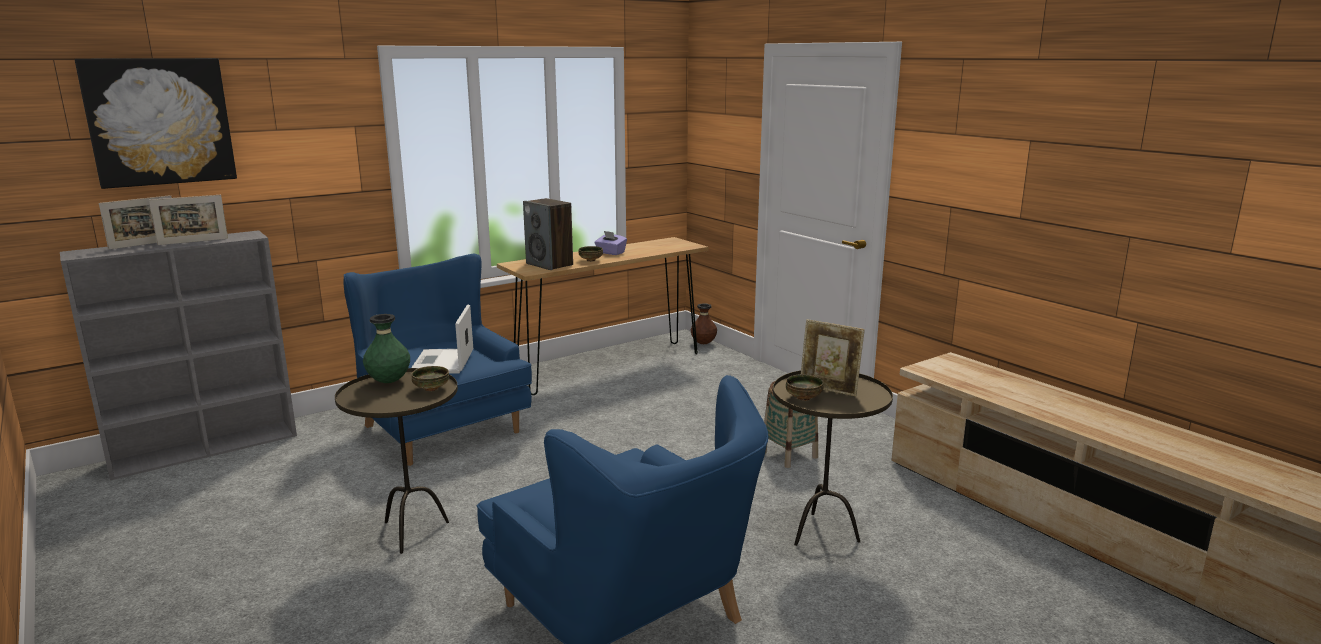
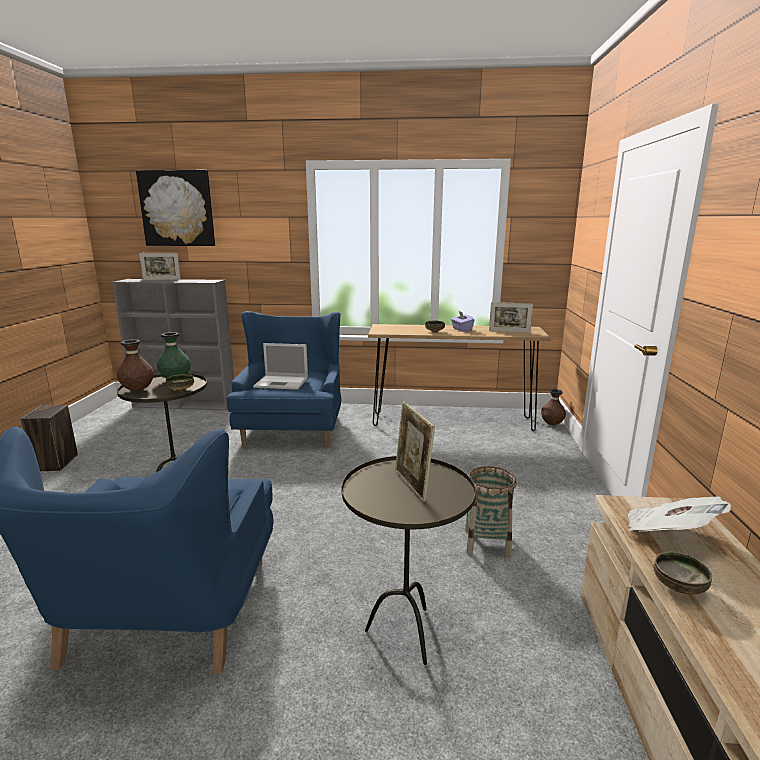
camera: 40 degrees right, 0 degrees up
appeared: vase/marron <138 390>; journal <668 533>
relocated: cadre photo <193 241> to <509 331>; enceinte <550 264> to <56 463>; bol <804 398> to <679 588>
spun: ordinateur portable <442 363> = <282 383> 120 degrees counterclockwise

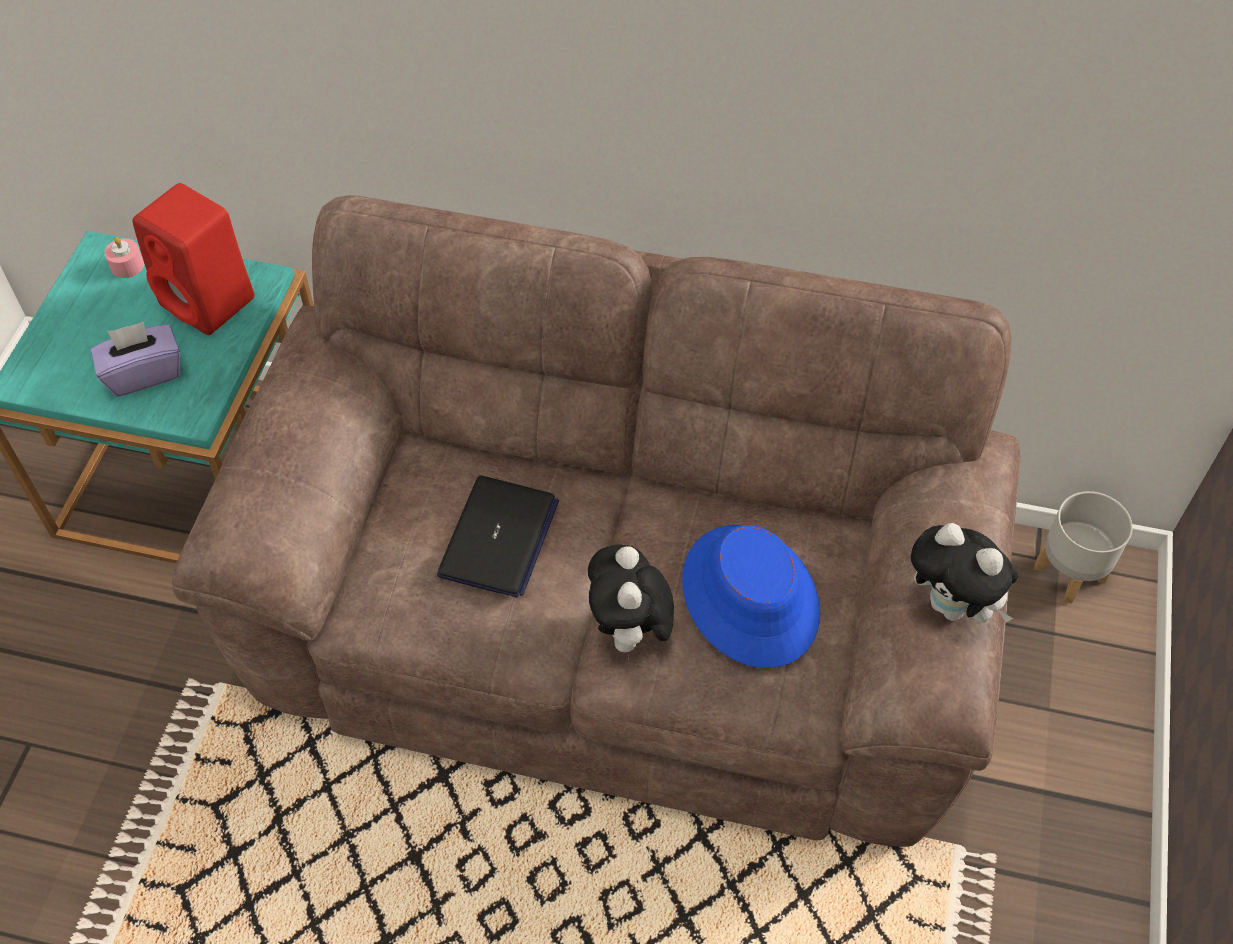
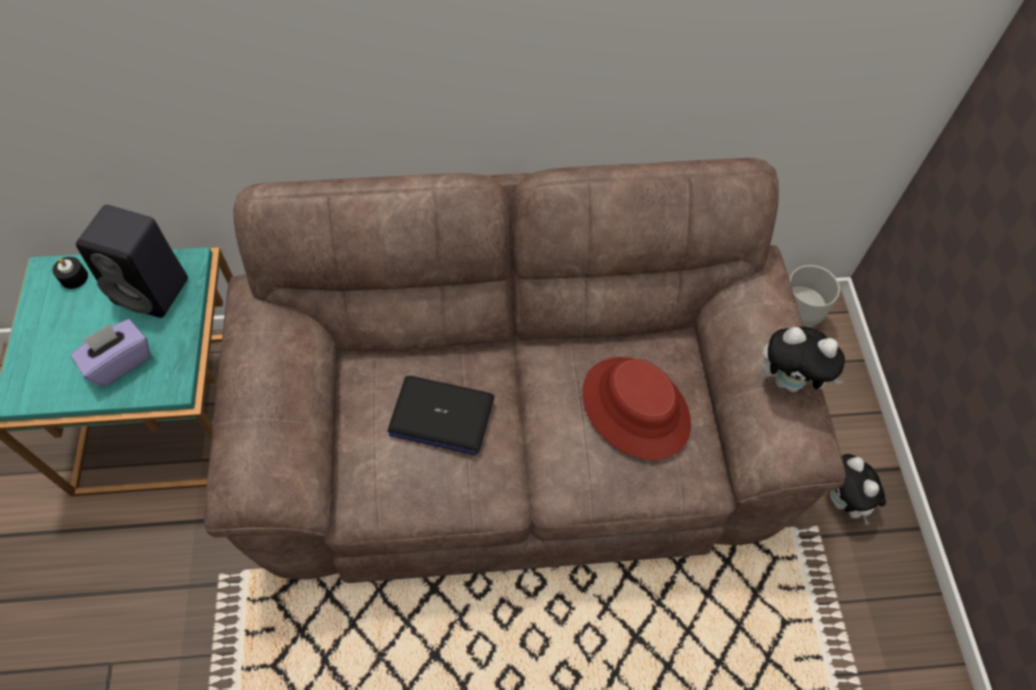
camera: 20 degrees left, 5 degrees up
relocated: peluche <630 632> to <842 501>
colour: bougie/rose <127 265> to bougie/noir <74 277>; enceinte/rouge <210 302> to enceinte/noir <154 291>; chapeau/bleu <751 596> to chapeau/rouge <636 408>
spun: ordinateur portable <498 538> = <441 415> 105 degrees clockwise

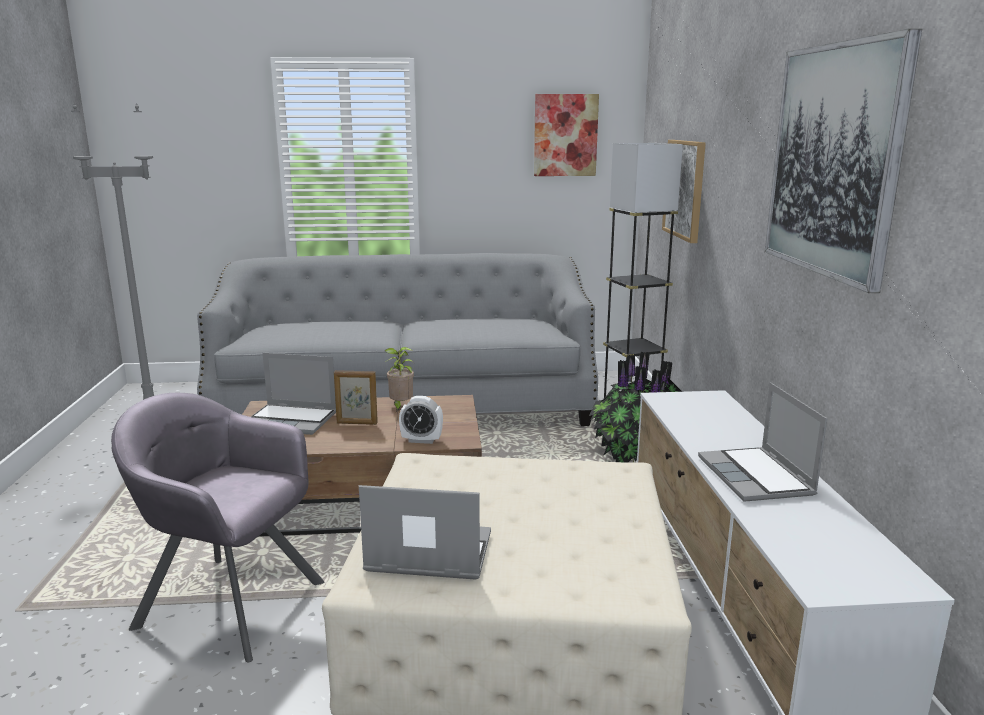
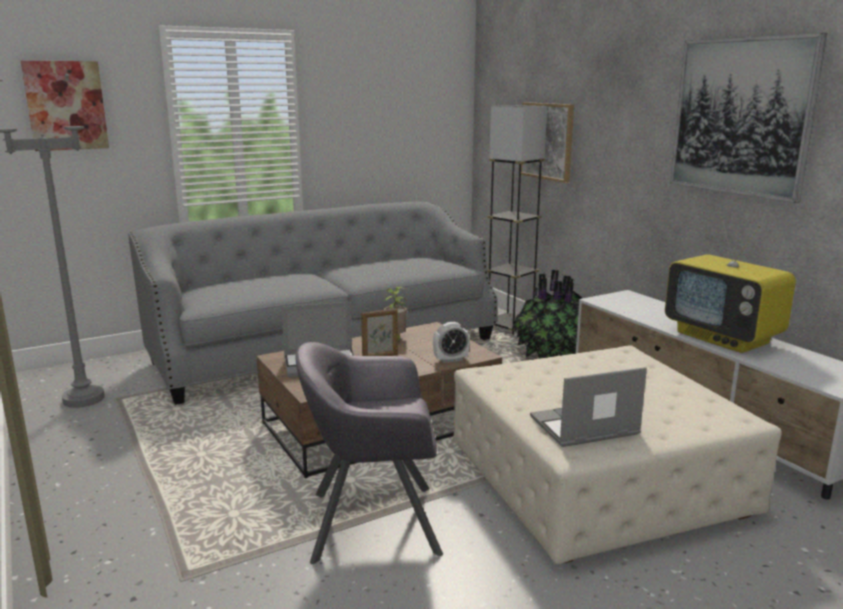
camera: 25 degrees left, 0 degrees up
relocated: tableau <565 135> to <66 105>
exchanged: ordinateur portable <757 477> to téléviseur <723 338>

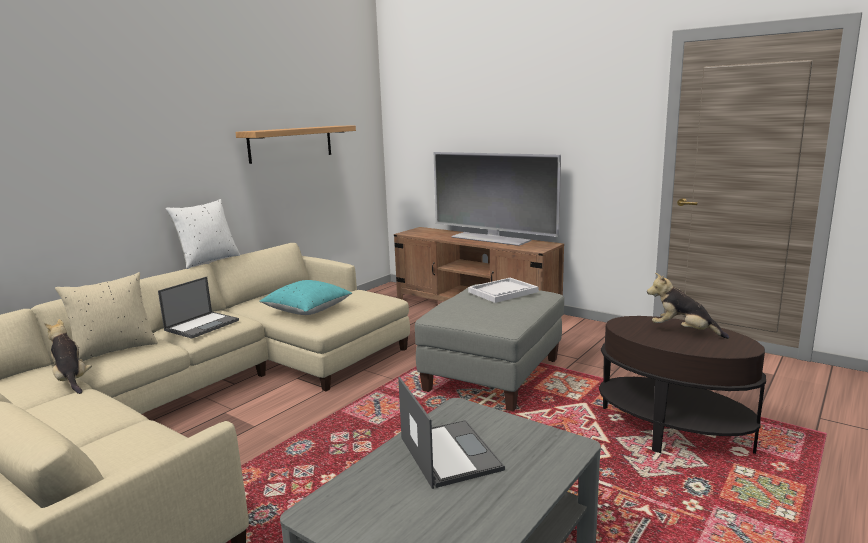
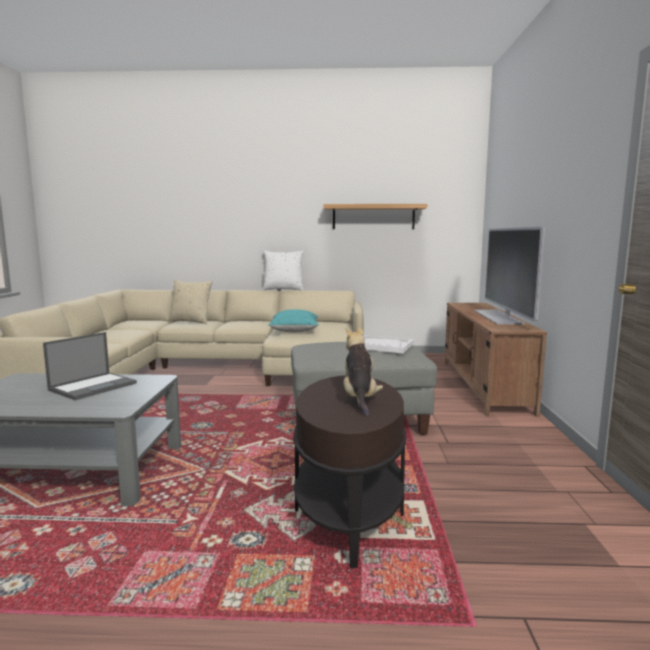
camera: 55 degrees right, 5 degrees down
missing: peluche <71 380>; ordinateur portable <202 325>

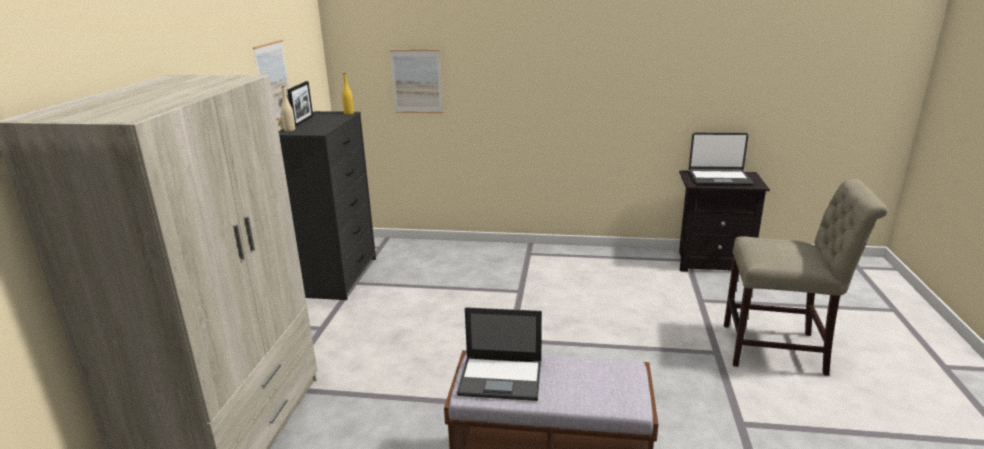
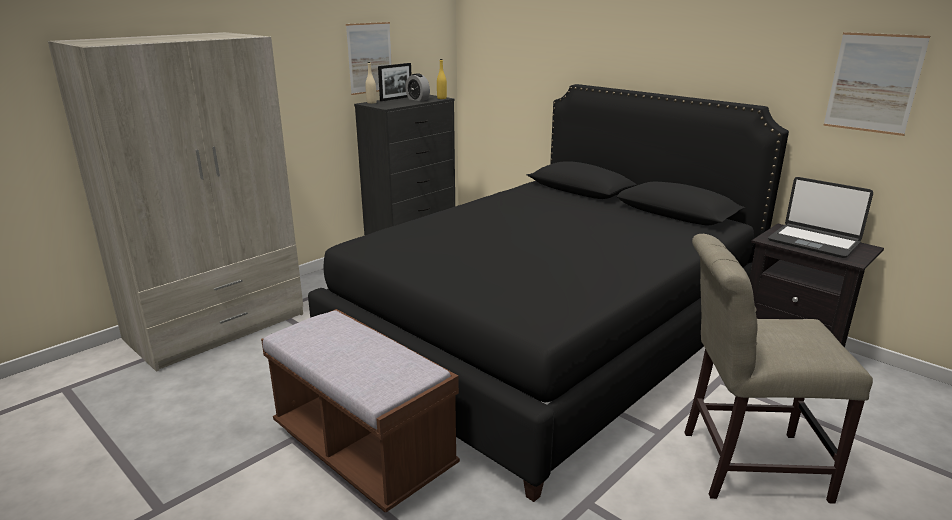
camera: 35 degrees right, 0 degrees up
missing: ordinateur portable <502 378>
appeared: lit/noir <546 341>; réveil <418 99>
relocated: tableau <417 81> to <873 83>
spun: chaise/beige <780 350> = <744 463> 135 degrees clockwise

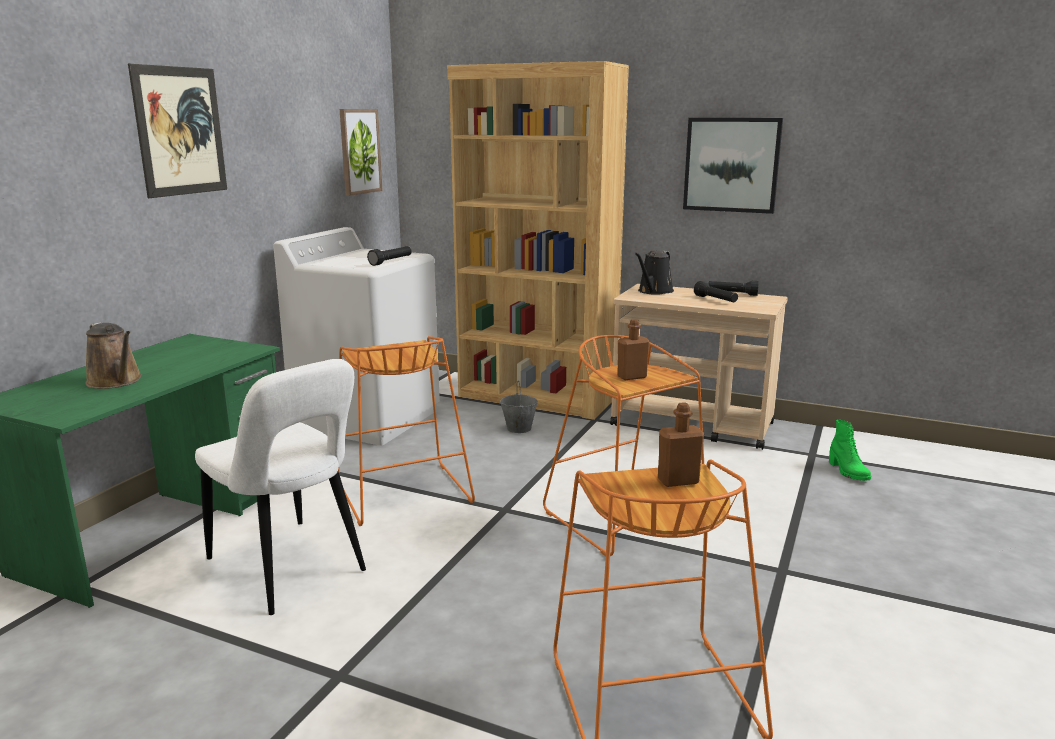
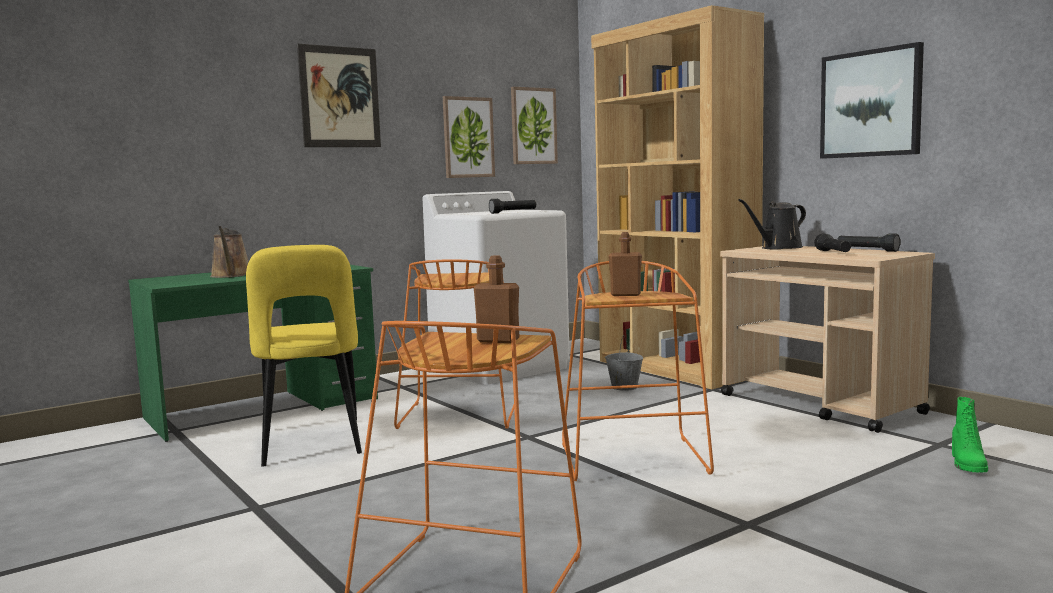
camera: 30 degrees right, 10 degrees down
appeared: tableau <468 137>
colour: chaise/blanc <290 568> to chaise/jaune <312 444>

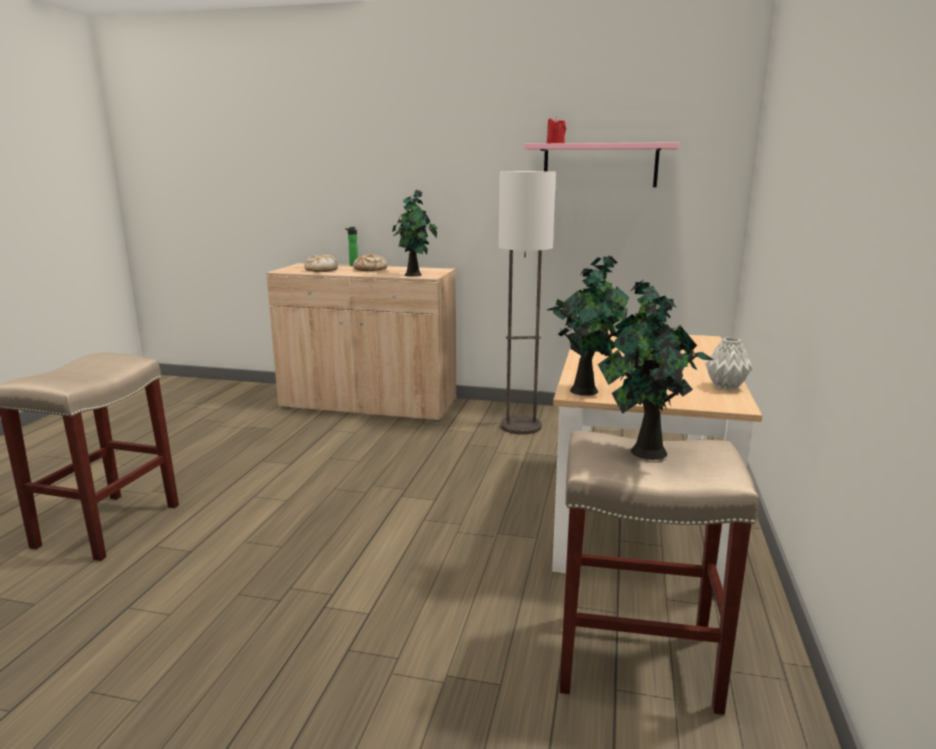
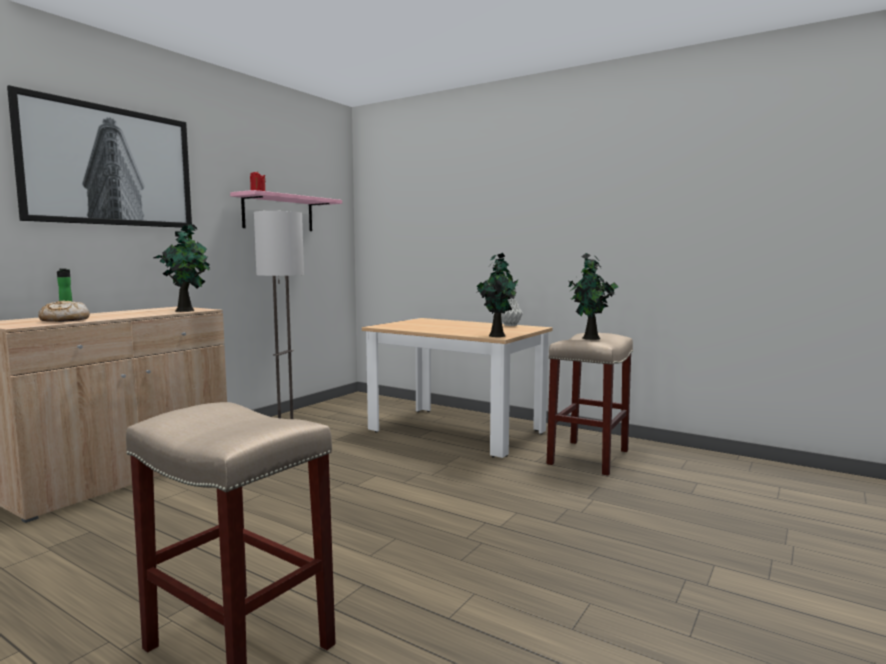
camera: 70 degrees left, 10 degrees down
missing: pain <370 269>
appeared: tableau <110 166>

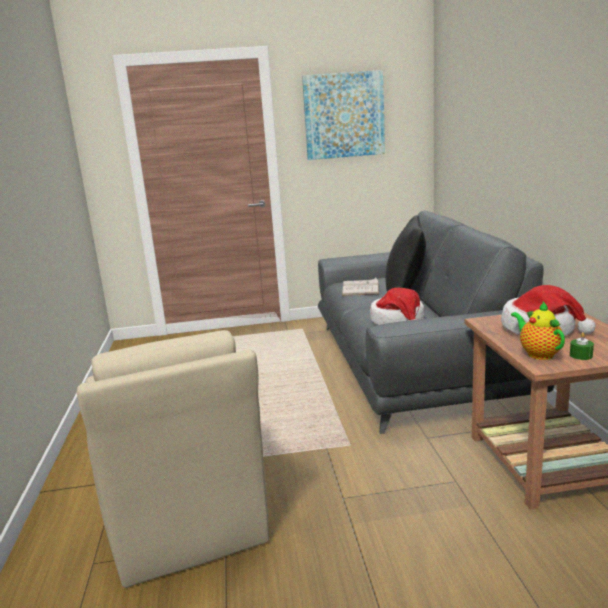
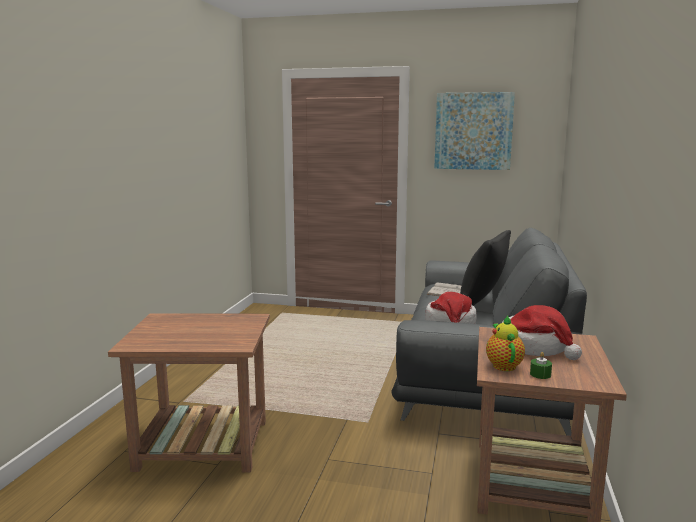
camera: 20 degrees right, 5 degrees down
exchanged: fauteuil/beige <186 525> to table d'appoint/marron <201 444>

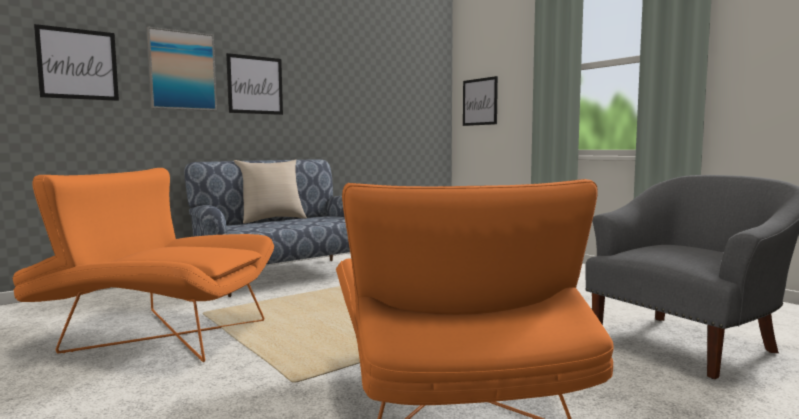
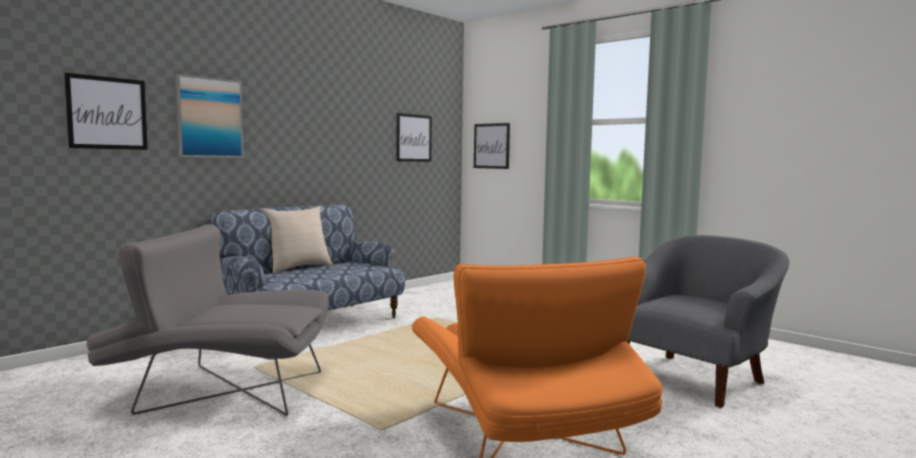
camera: 10 degrees left, 0 degrees up
relocated: tableau <255 85> to <414 138>
colour: fauteuil/orange <157 333> to fauteuil/gris <221 390>

